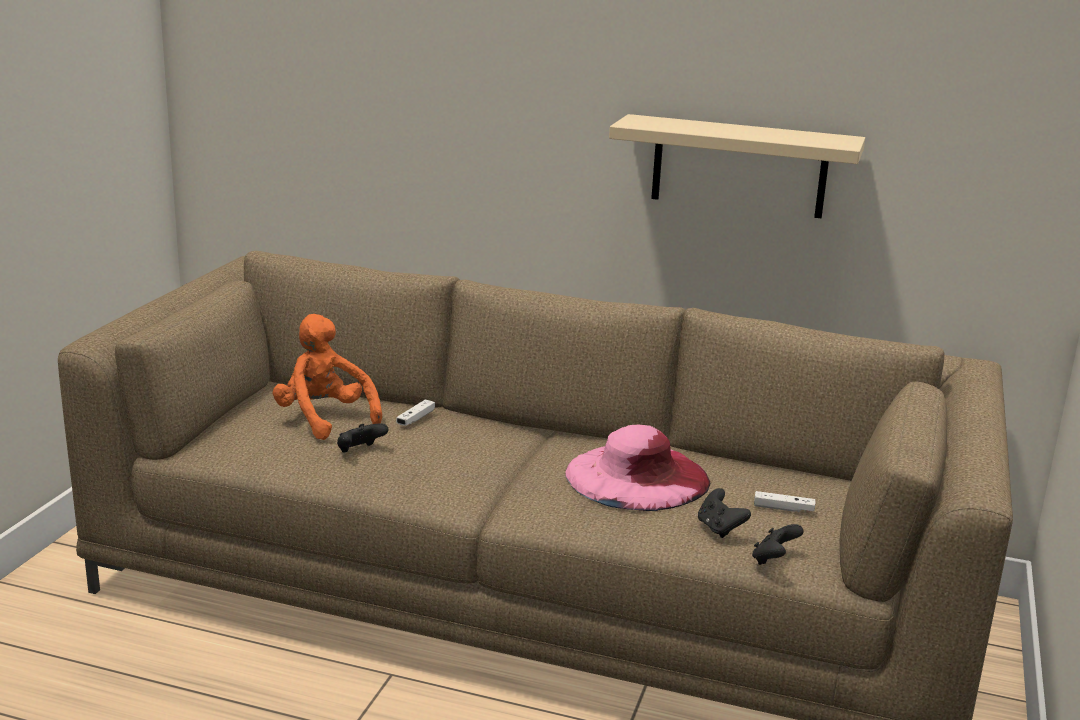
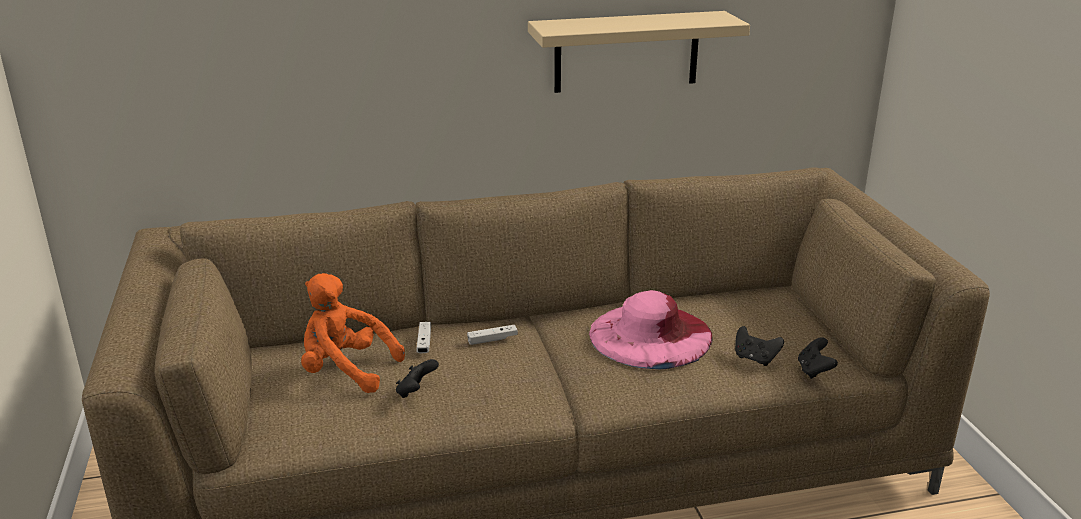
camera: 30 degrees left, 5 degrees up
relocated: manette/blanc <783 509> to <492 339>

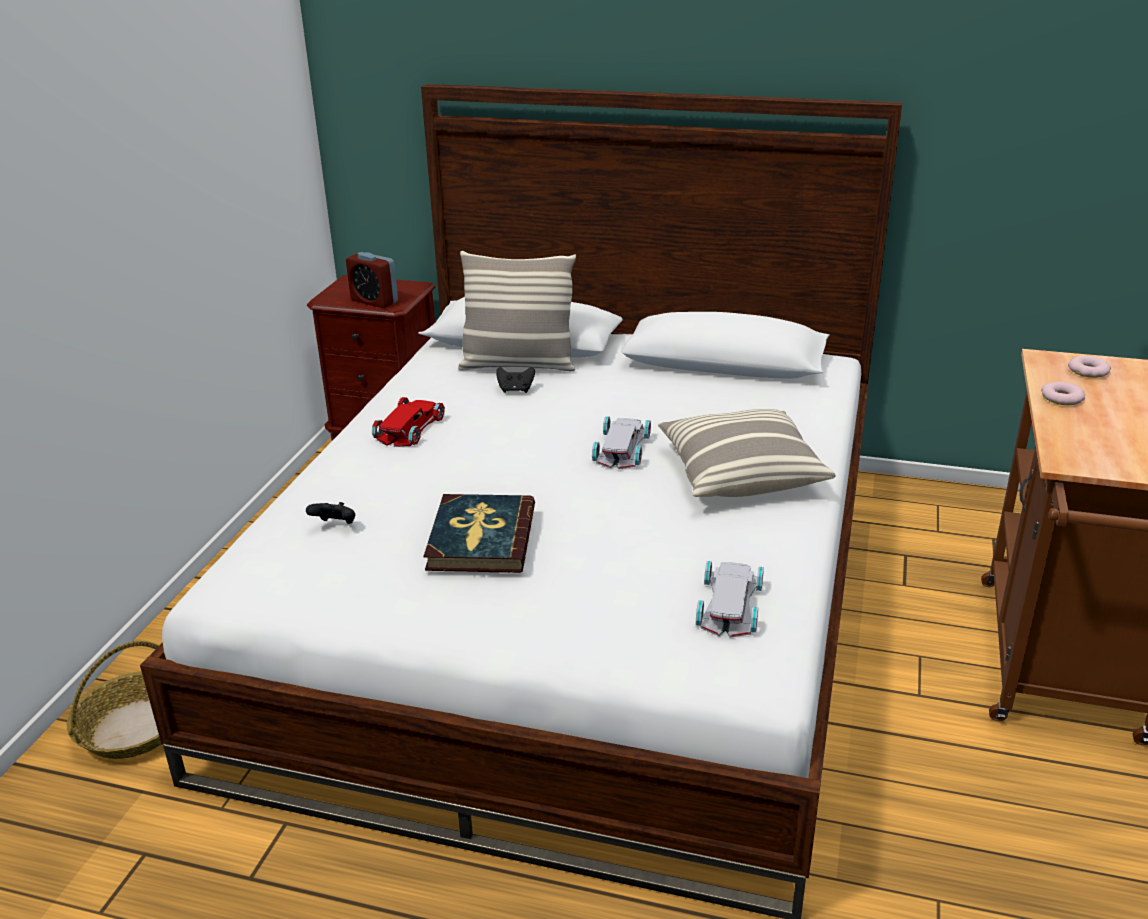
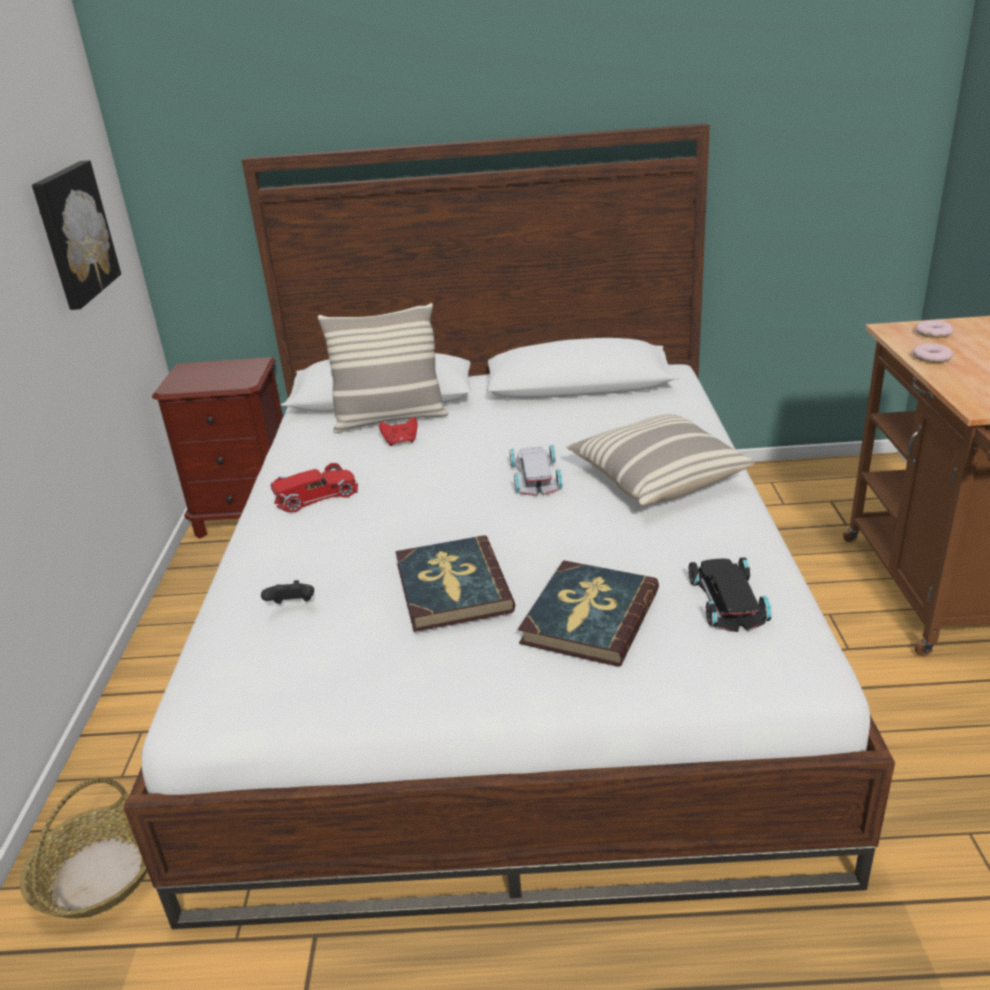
camera: 15 degrees left, 0 degrees up
missing: réveil <374 301>
appeared: tableau <73 233>; livre <589 617>
colour: manette/noir <515 390> to manette/rouge <401 442>; petite voiture/blanc <731 604> to petite voiture/noir <728 599>
spun: petite voiture/rouge <411 428> = <317 495> 60 degrees clockwise

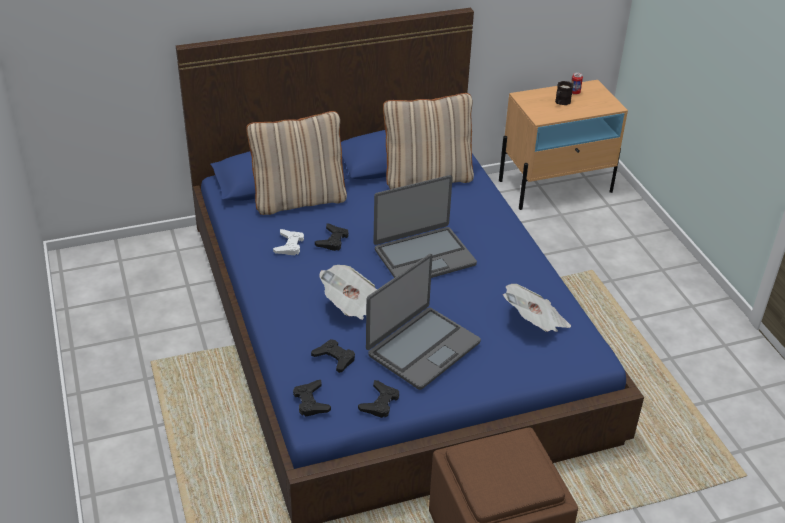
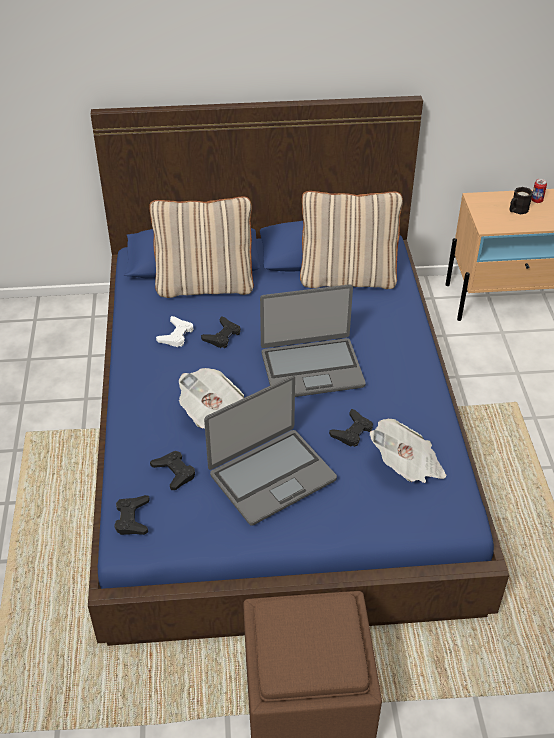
camera: 15 degrees right, 5 degrees up
relocated: manette/noir <380 403> to <352 432>

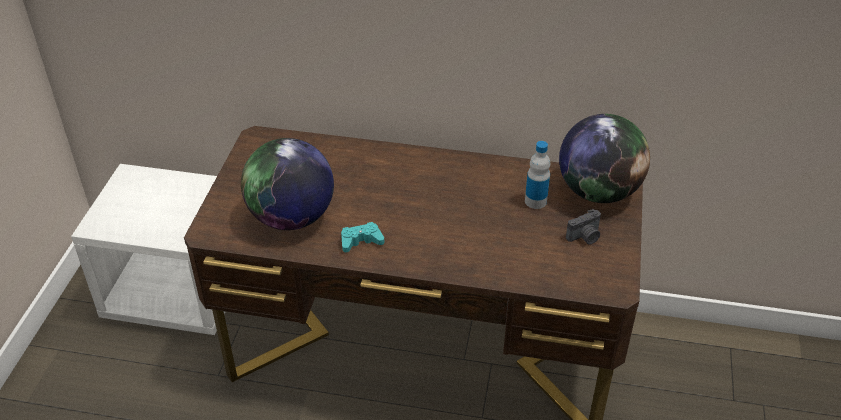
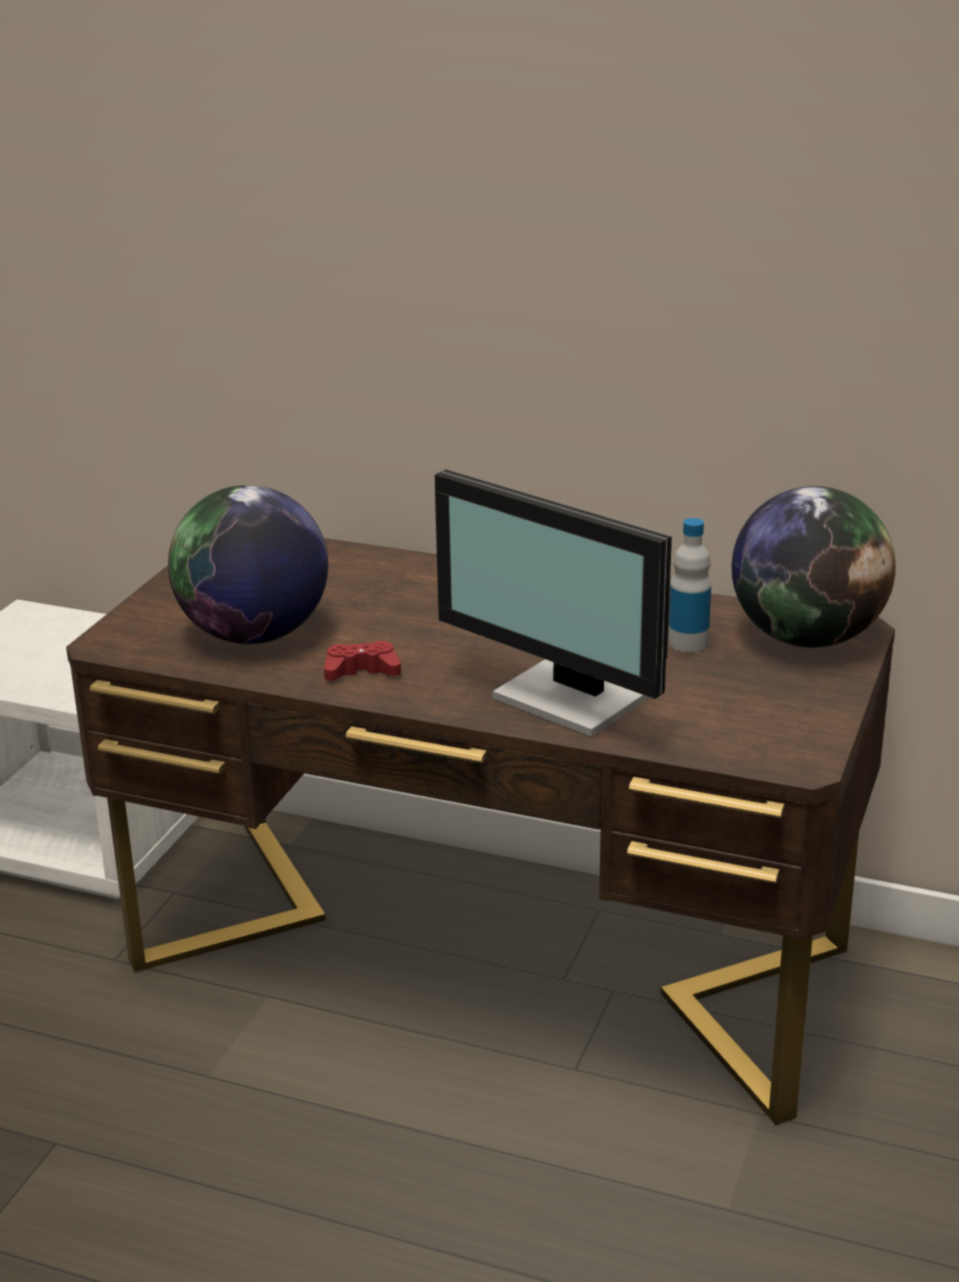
camera: 10 degrees right, 15 degrees down
missing: appareil photo <585 237>
appeared: écran d'ordinateur <575 697>
colour: manette/turquoise <361 241> to manette/rouge <361 671>

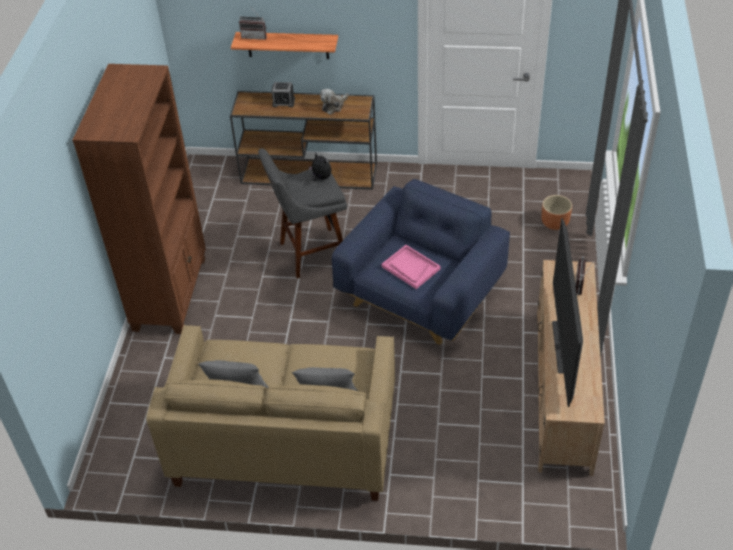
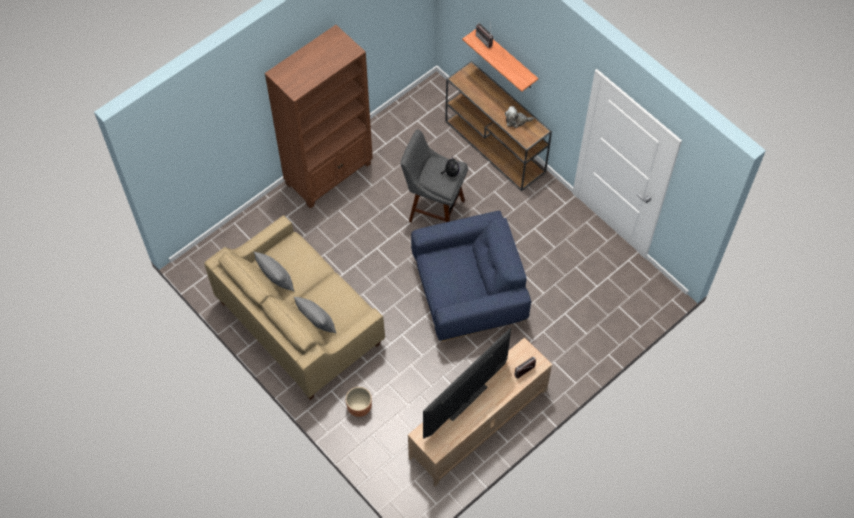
camera: 40 degrees right, 15 degrees up
missing: réveil <283 102>; plateau/rose <410 268>
relocated: cache-pot/marron <554 223> to <359 407>

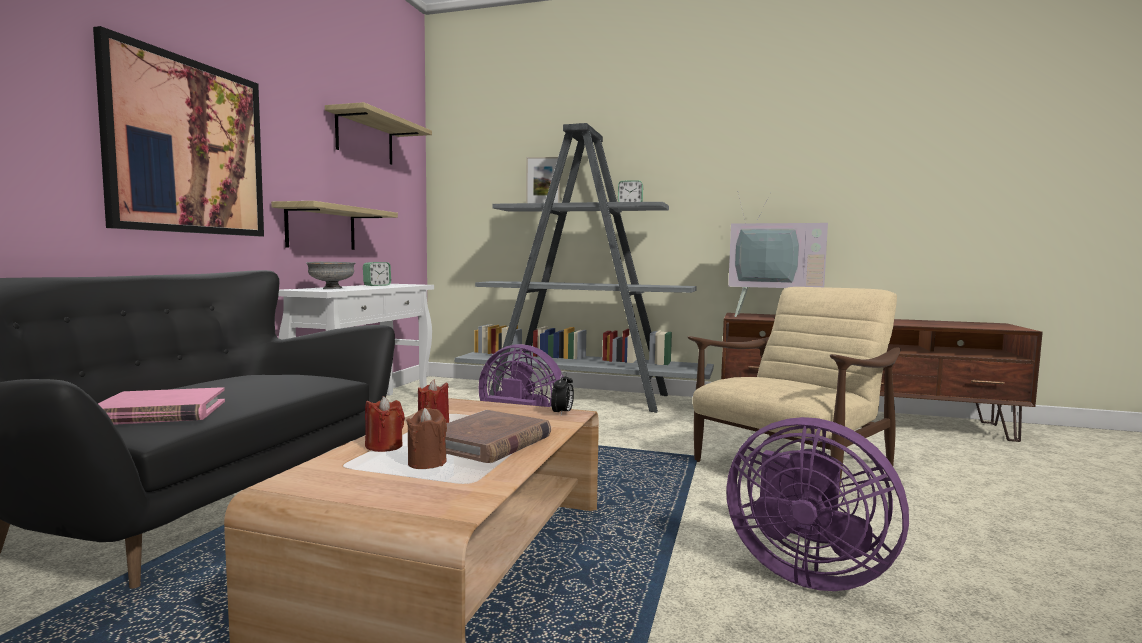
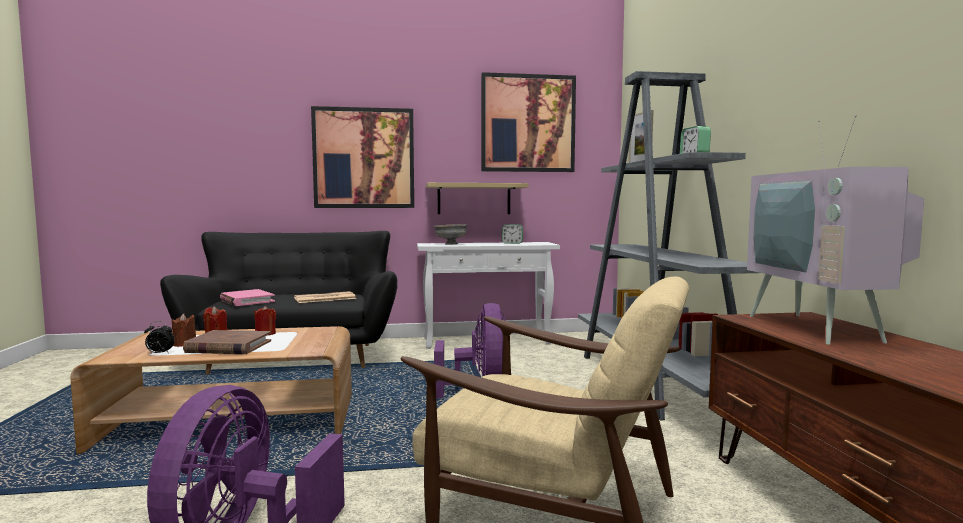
camera: 65 degrees right, 0 degrees up
appeared: journal <324 298>
relocated: réveil <562 413> to <159 354>
exchanged: étagère <365 138> to tableau <528 123>

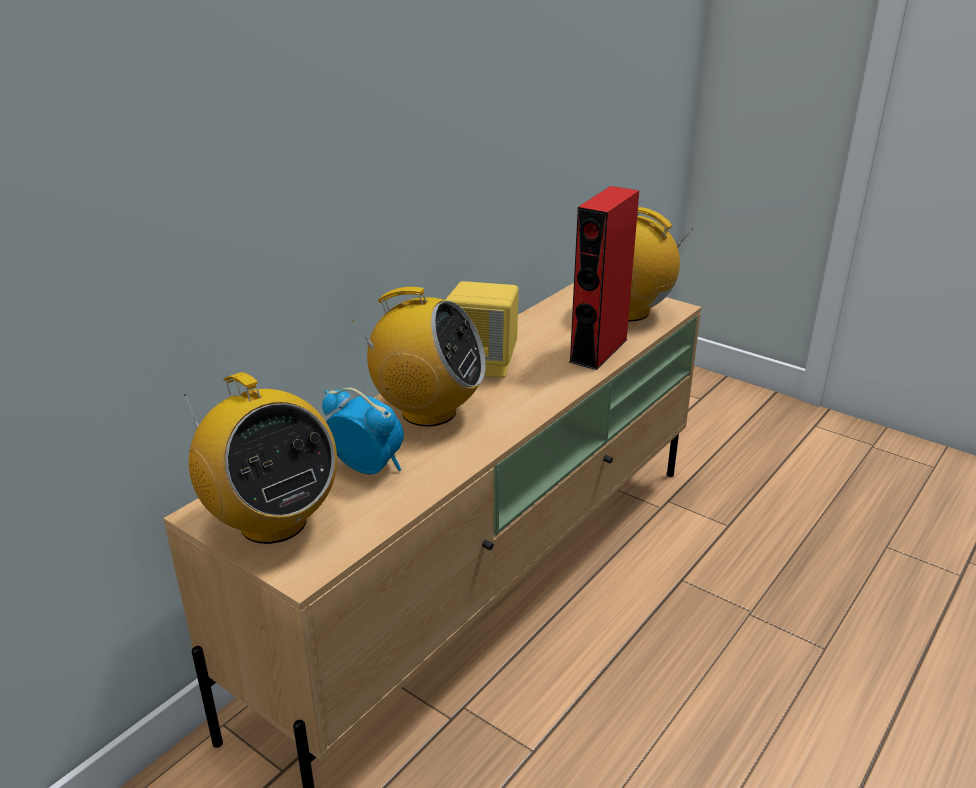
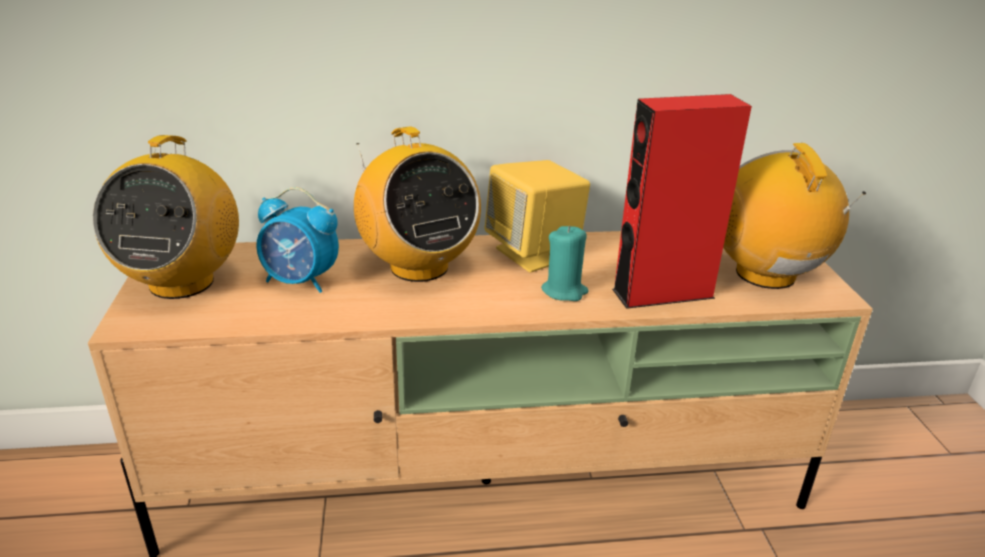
camera: 45 degrees right, 0 degrees up
appeared: bougie/turquoise <564 291>
spun: réveil <367 467> = <301 281> 120 degrees clockwise

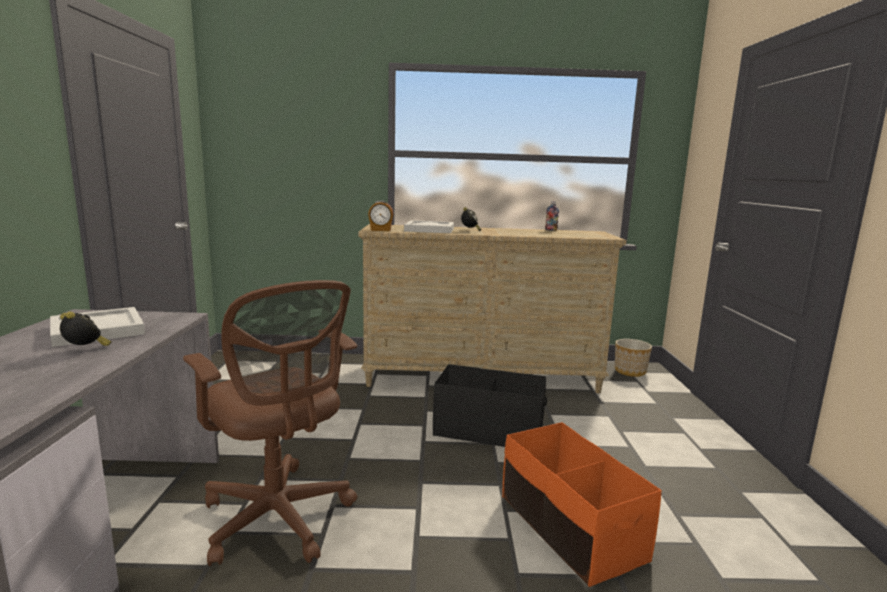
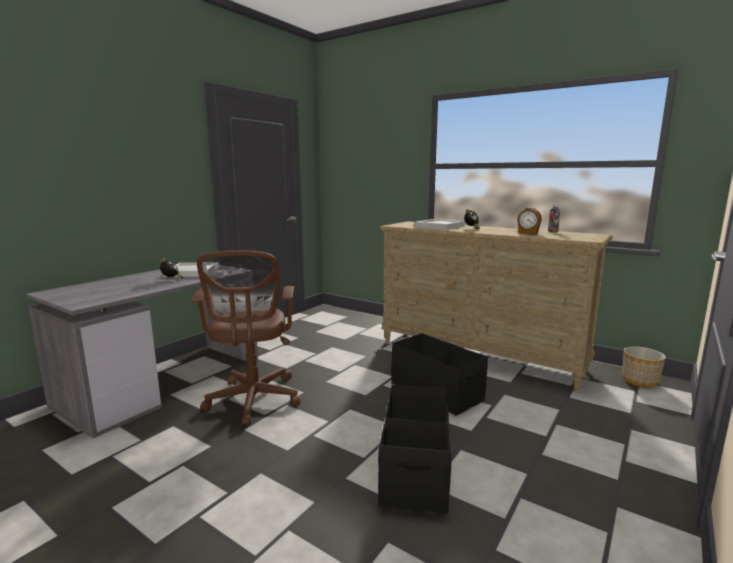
camera: 35 degrees right, 0 degrees up
relocated: réveil <380 230> to <528 233>
colour: boîte de rangement/orange <569 527> to boîte de rangement/noir <414 468>

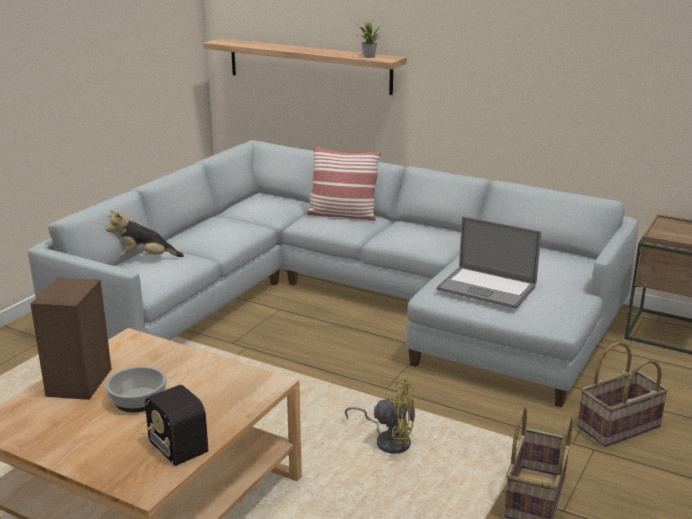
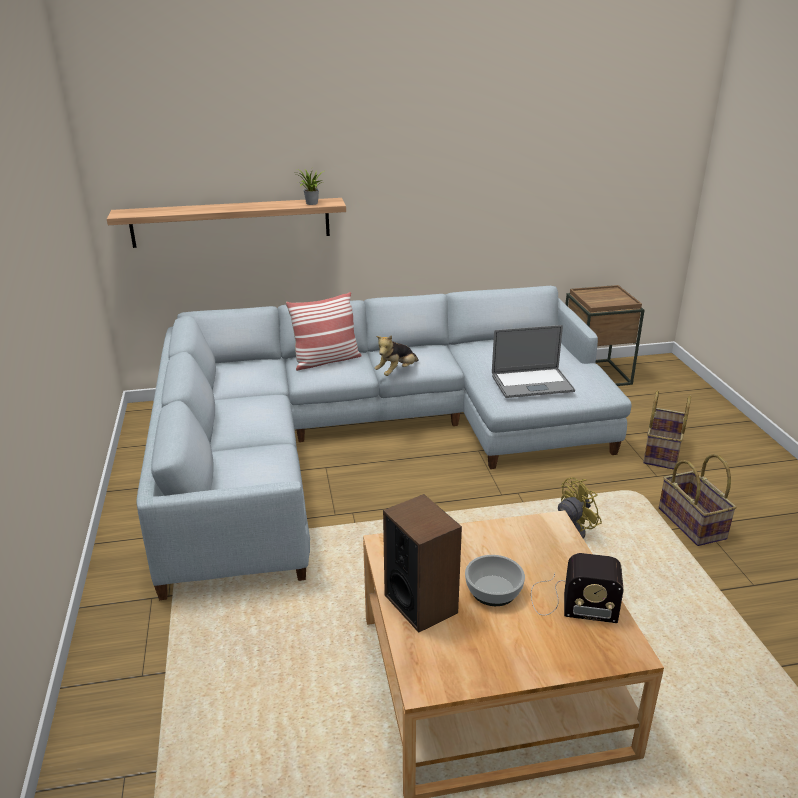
camera: 40 degrees left, 5 degrees up
relocated: peluche <145 259> to <396 372>

